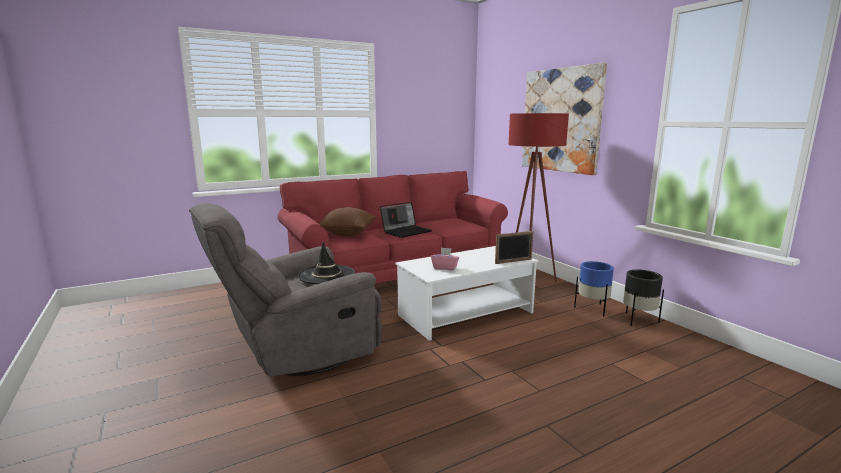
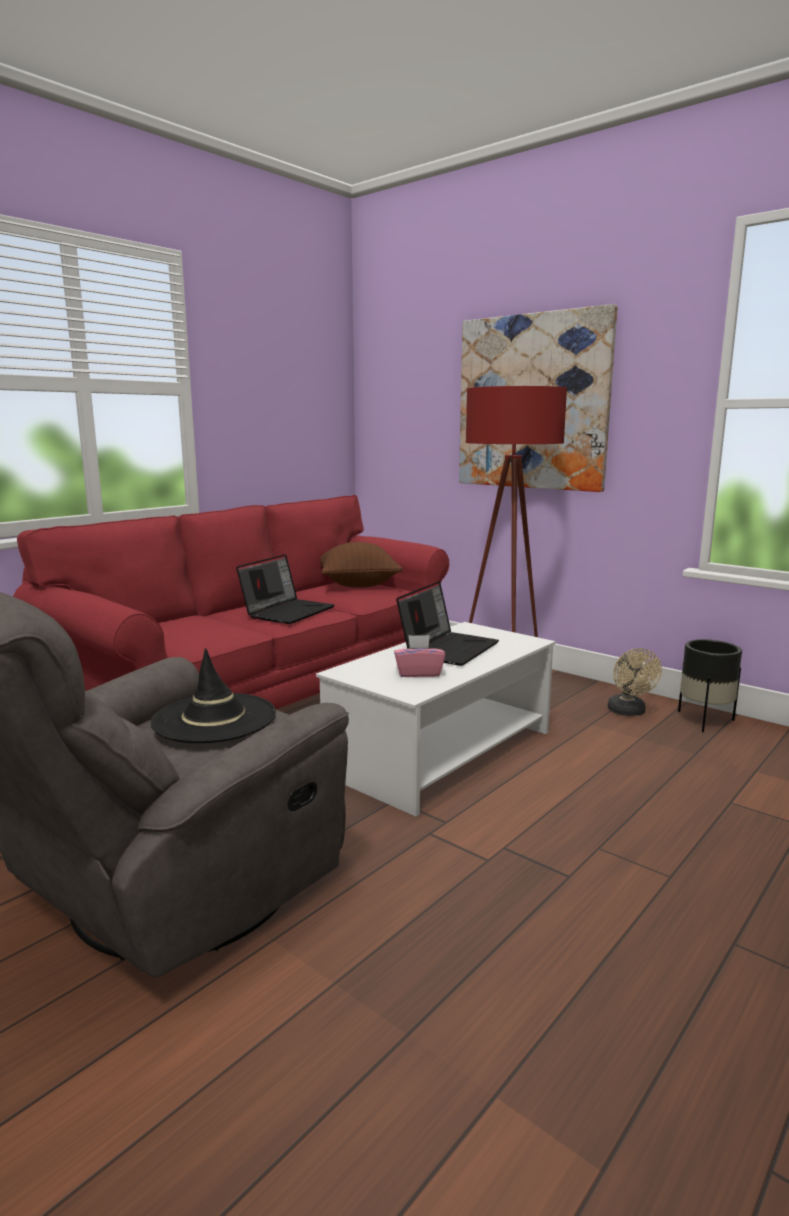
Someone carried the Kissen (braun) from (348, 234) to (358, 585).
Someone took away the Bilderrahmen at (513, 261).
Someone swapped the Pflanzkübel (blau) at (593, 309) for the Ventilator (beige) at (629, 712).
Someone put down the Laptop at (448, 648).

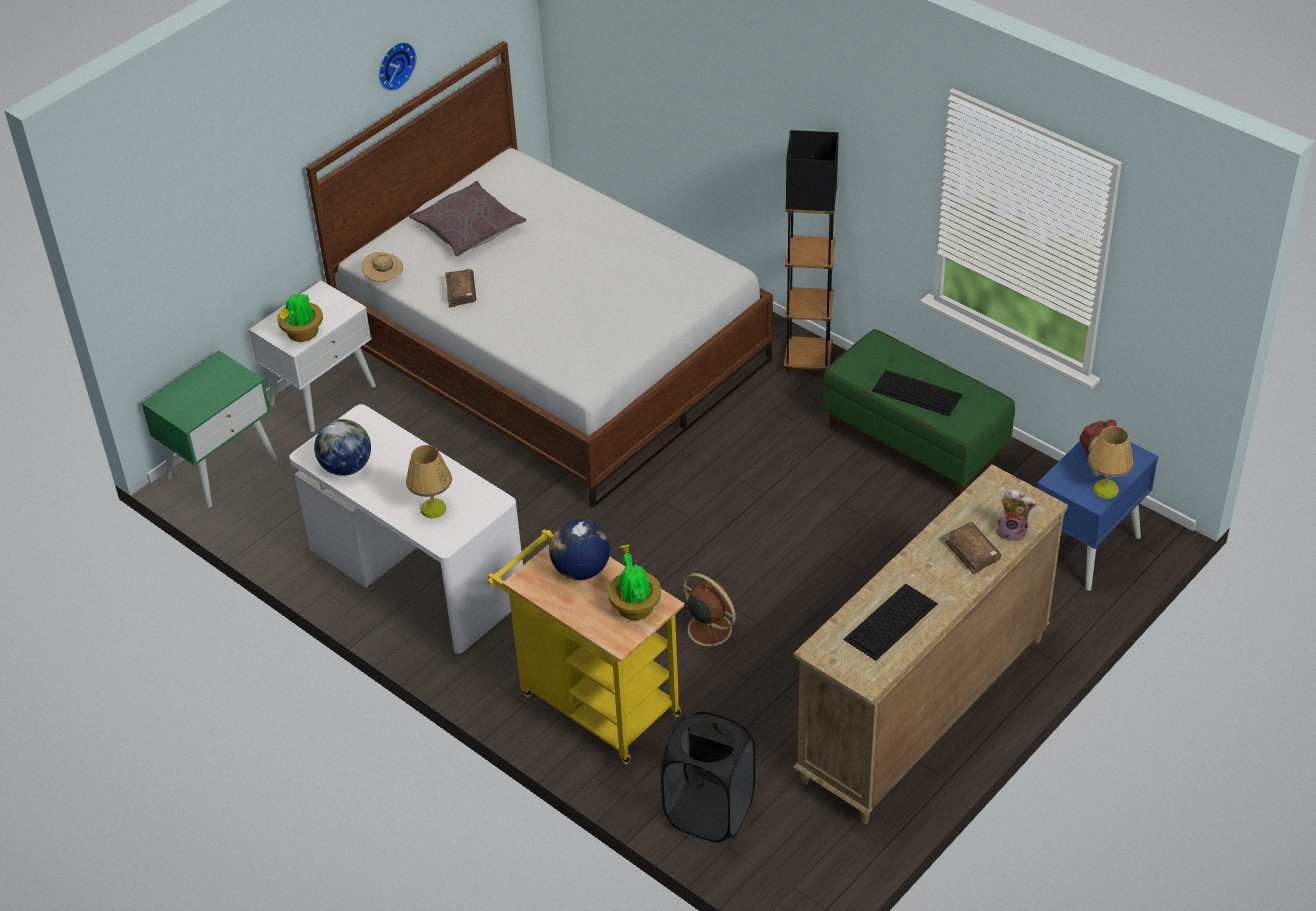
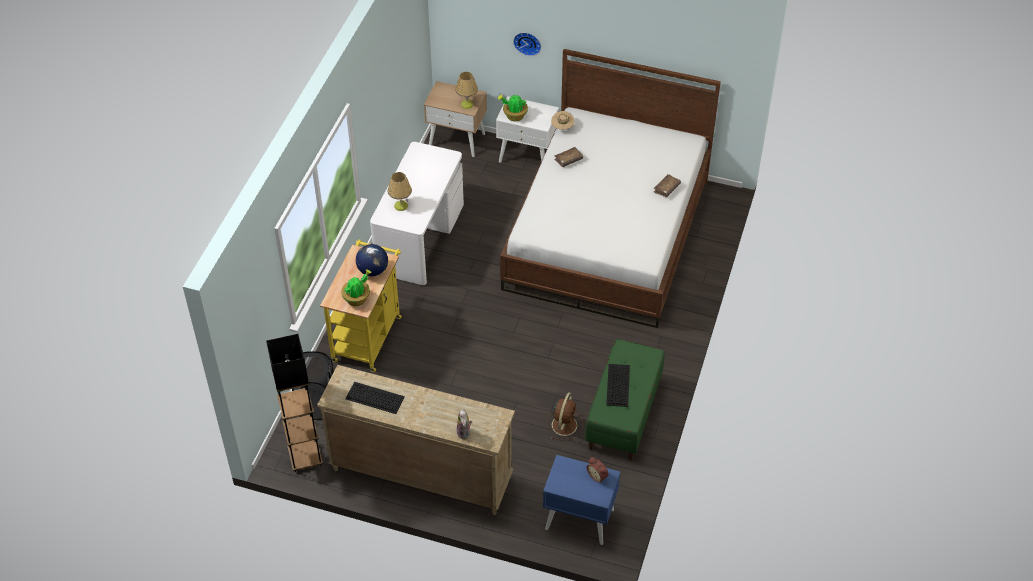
Someone carried the Wanduhr from (394, 65) to (527, 42).
Someone carried the Stehlampe (schwarz) from (808, 359) to (305, 458).
Someone took away the Kissen (grau) at (468, 228).
Someone repainted the Nachttisch (grün) at (222, 467), which became the Nachttisch (beige) at (457, 140).
Someone took away the Globus at (346, 467).
Someone carried the Tischlampe from (1106, 489) to (467, 104).
Someone carried the Buch (braun) from (972, 552) to (667, 188).
Someone carried the Ventilator (braun) from (708, 628) to (564, 424).

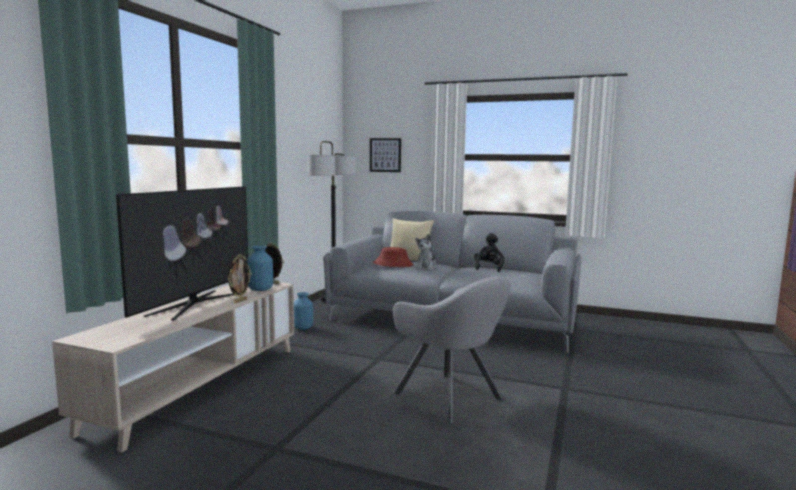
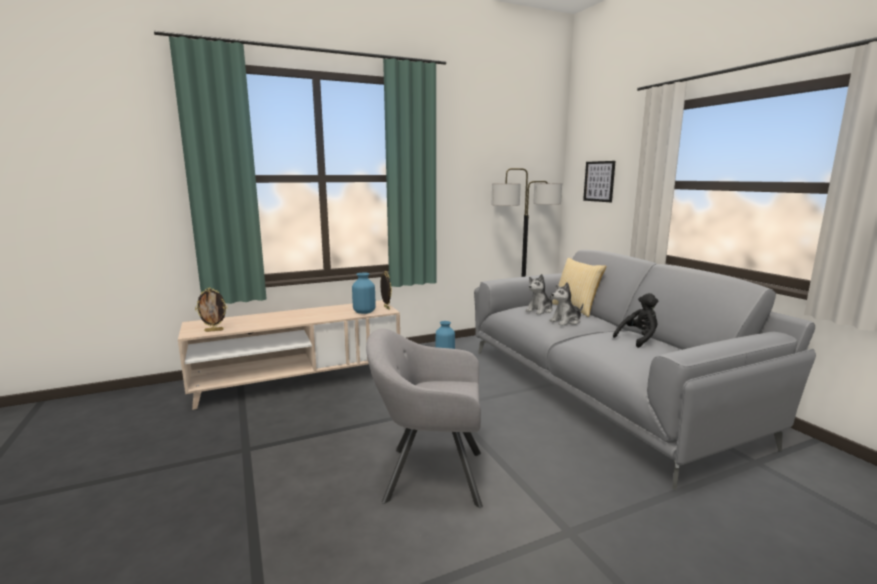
Someone took away the Fernseher at (195, 304).
Someone swapped the Hut (rot) at (393, 264) for the Plüschtier at (540, 310).
Someone carried the Bilderrahmen from (240, 301) to (214, 330).
Someone rotated the Sessel (grau) at (451, 398) by 90 degrees clockwise.

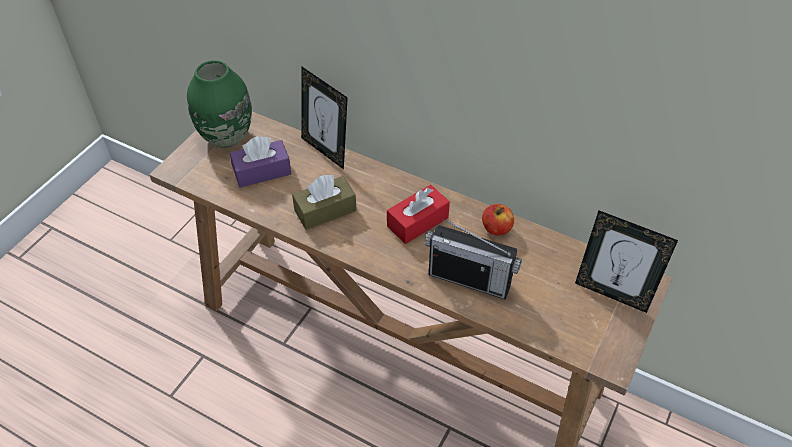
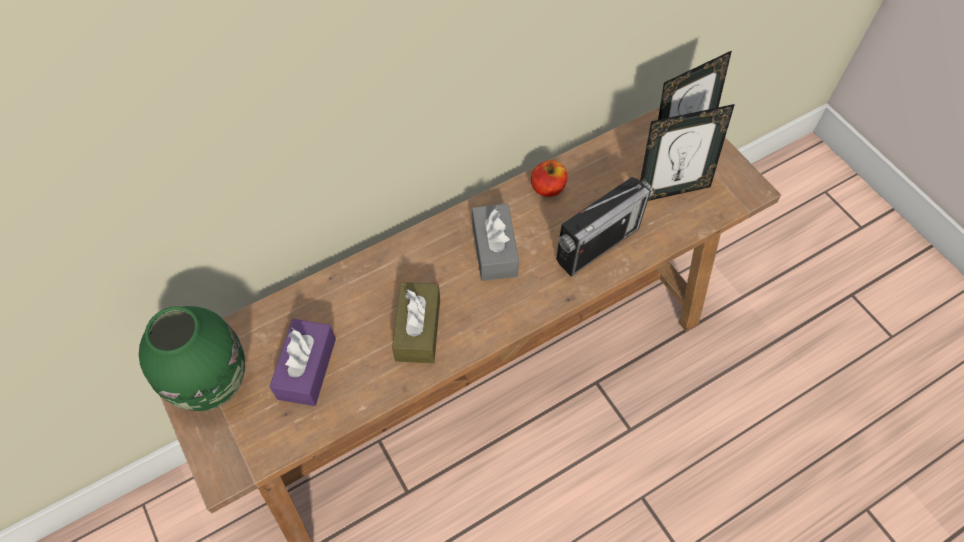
Someone carried the Bilderrahmen from (326, 150) to (671, 190).
Someone repainted the Taschentuchbox (rot) at (417, 222), which became the Taschentuchbox (grau) at (494, 250).

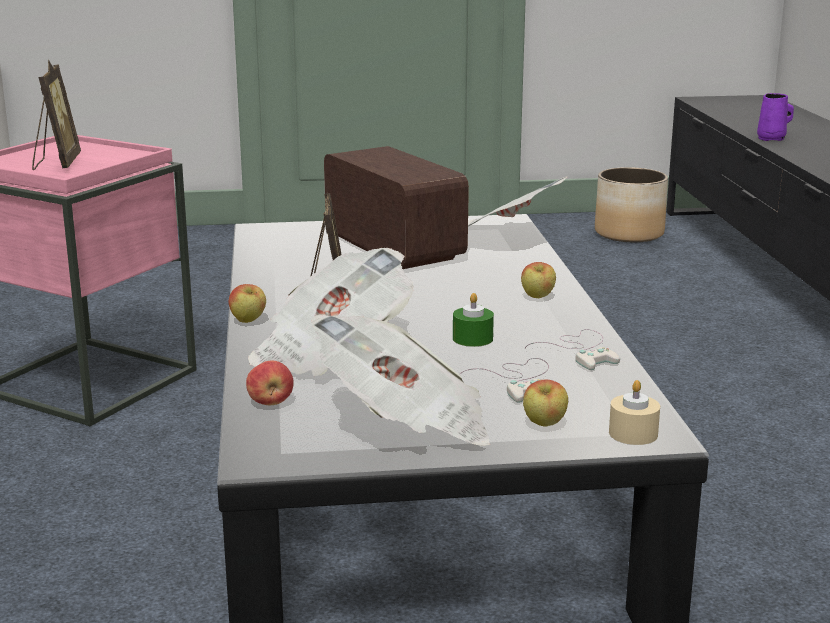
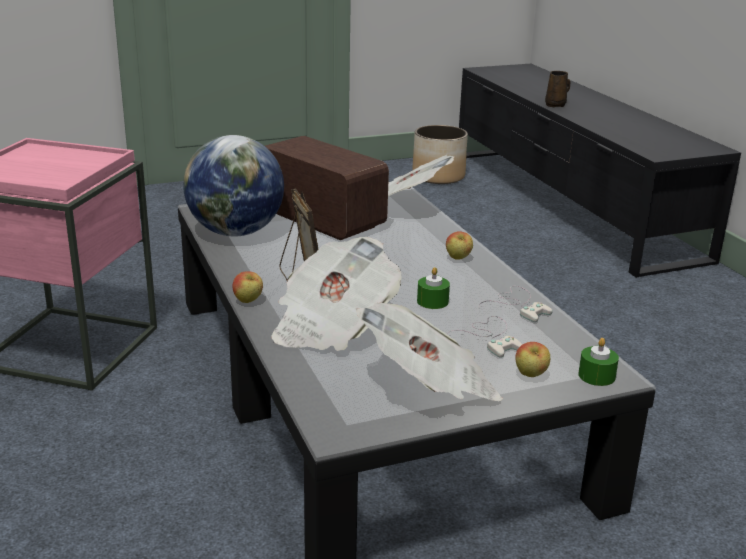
Someone took away the Bilderrahmen at (56, 164).
Someone repainted the Henkelbecher (lila) at (772, 139), which became the Henkelbecher (braun) at (556, 105).
Someone took away the Apfel at (270, 402).
Someone repainted the Kerze (beige) at (633, 433), which became the Kerze (grün) at (596, 376).
Someone put down the Globus at (235, 232).

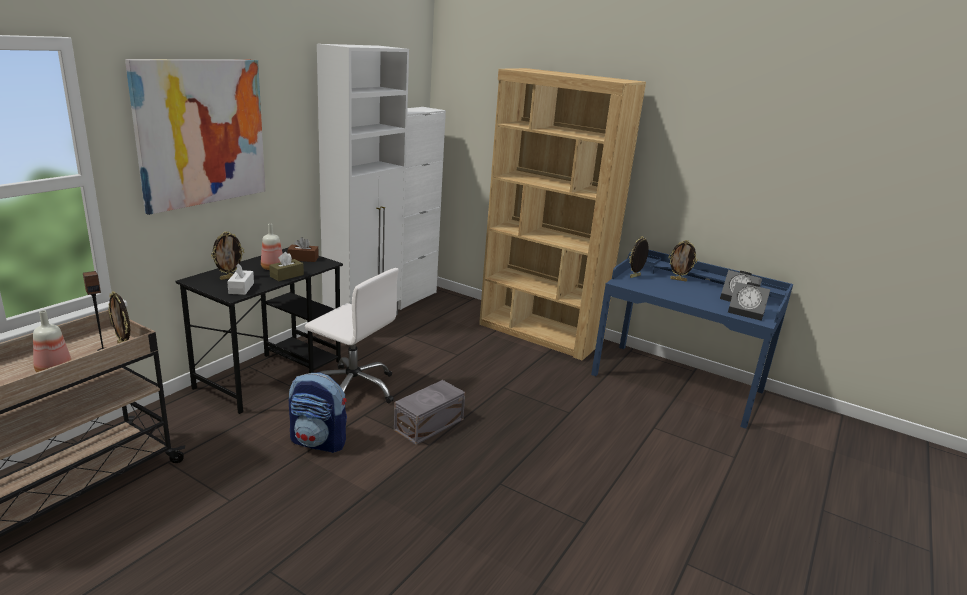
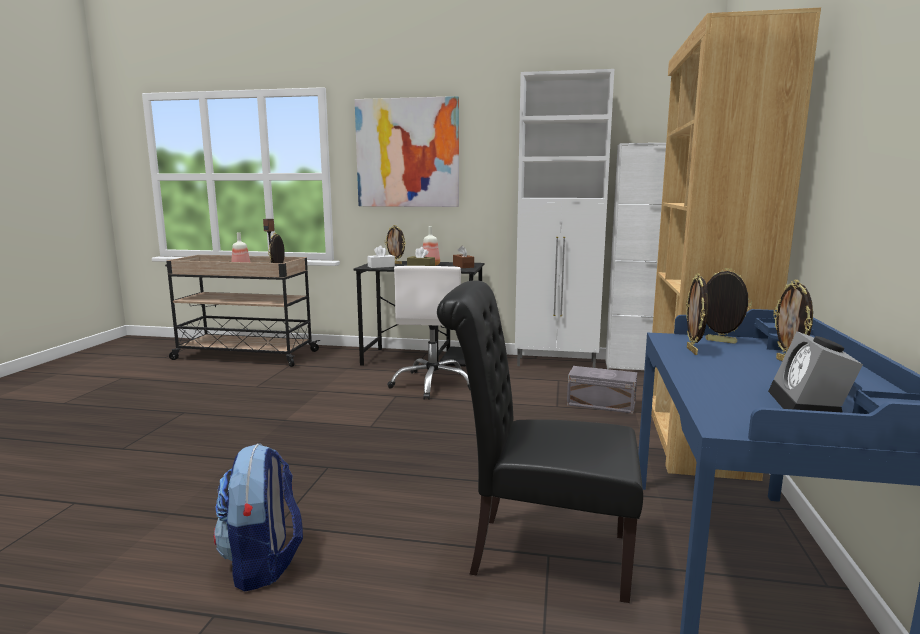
Someone took away the Wecker at (747, 312).
Someone carried the Rucksack from (319, 442) to (263, 563).
Someone carried the Aufbewahrungsbox (grau) from (430, 424) to (602, 404).
Someone put down the Bilderrahmen at (693, 351).
Someone put down the Stuhl (schwarz) at (539, 553).

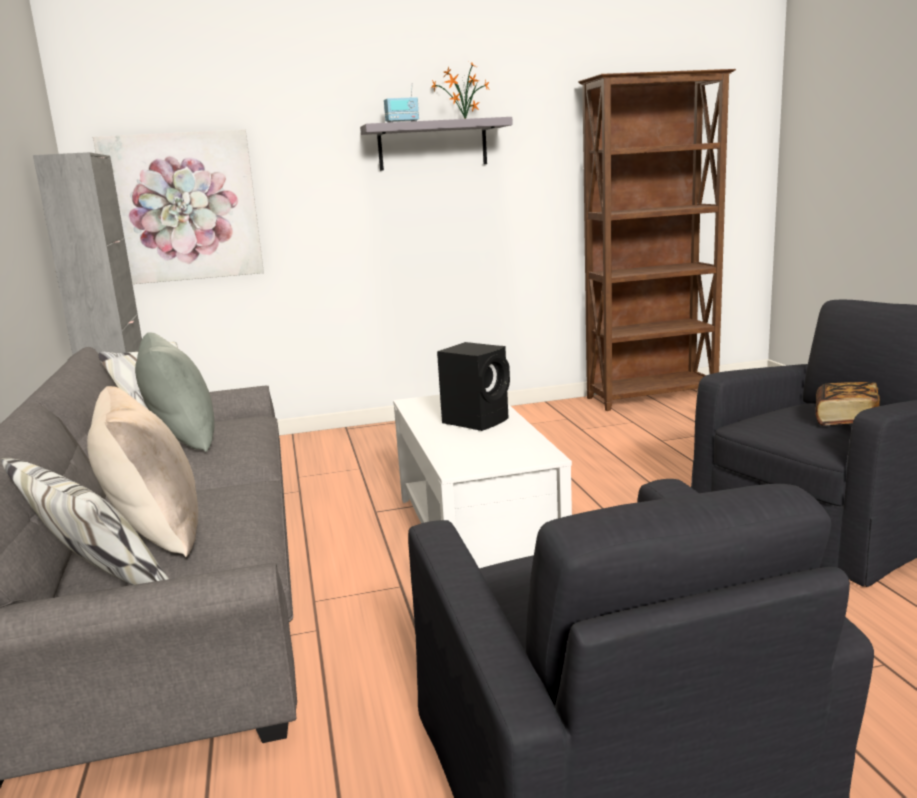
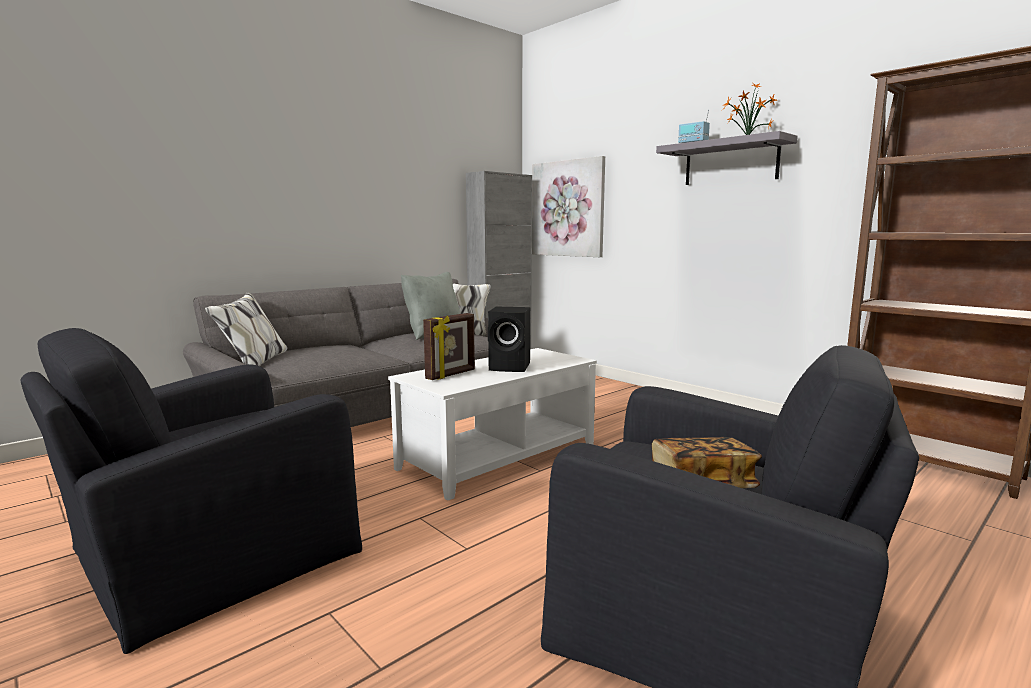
Someone took away the Kissen (beige) at (155, 532).
Someone put down the Bilderrahmen at (451, 375).

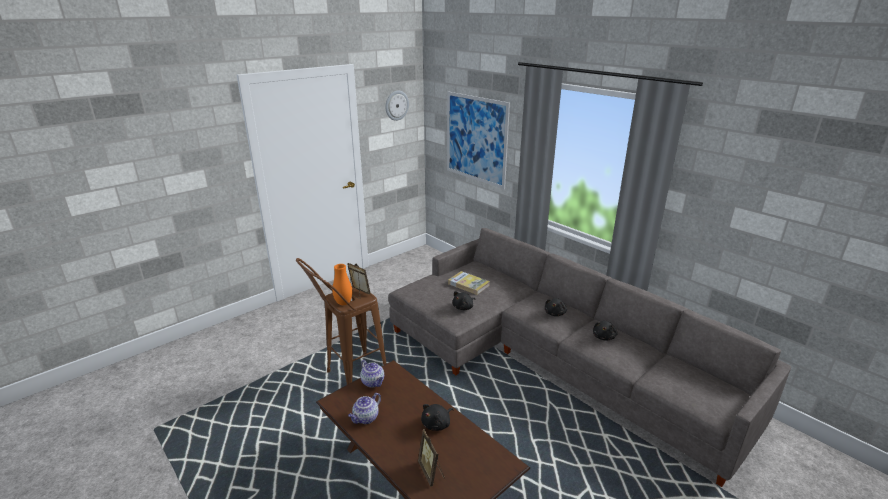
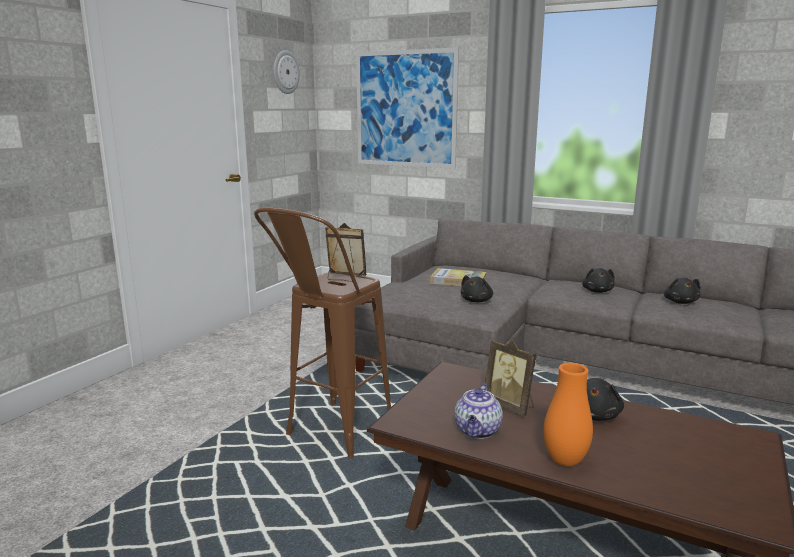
Someone carried the Vase (orange) from (343, 303) to (565, 461).
Someone took away the Teekanne at (373, 382).
Someone carried the Bilderrahmen from (431, 472) to (510, 406).

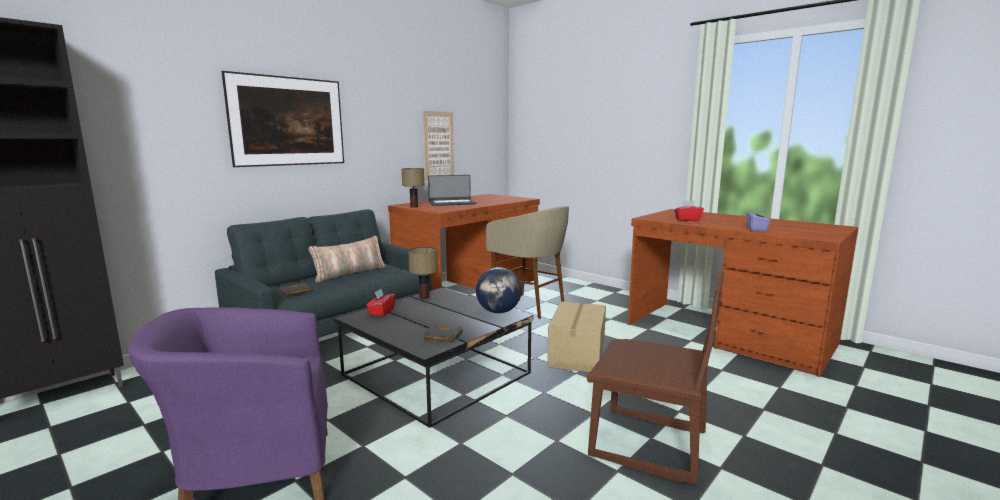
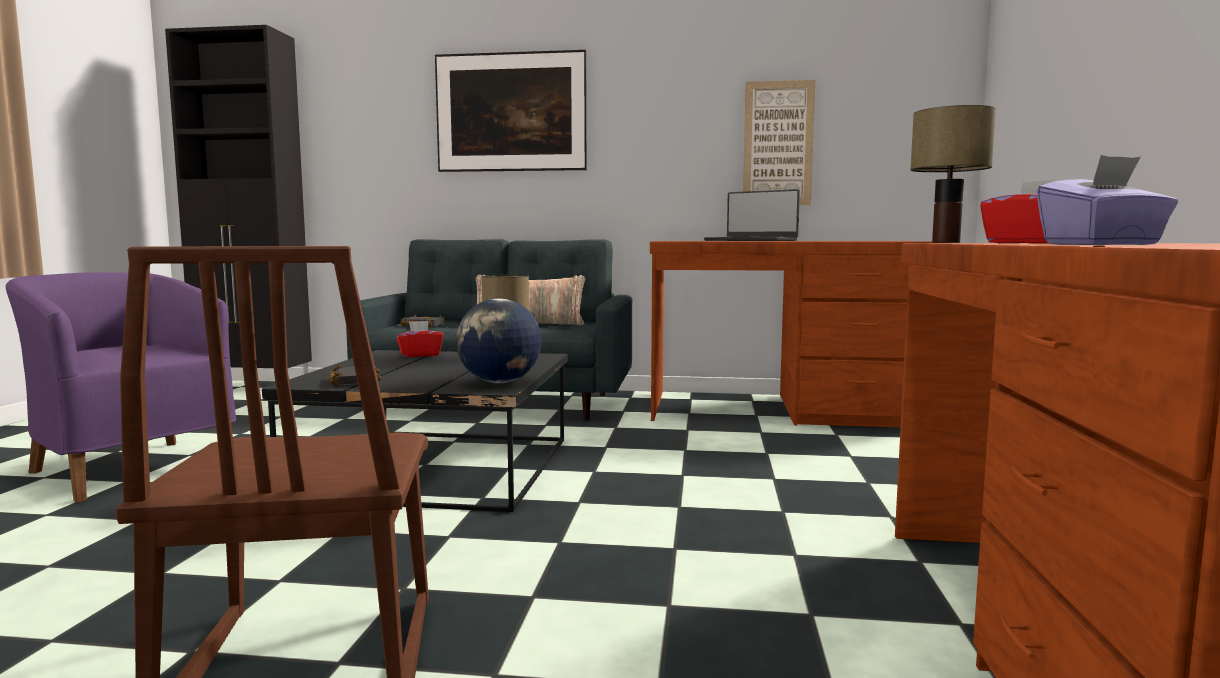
Someone carried the Tischlampe from (414, 207) to (947, 242).
Someone took away the Hocker (beige) at (529, 306).
Someone took away the Karton at (576, 354).

